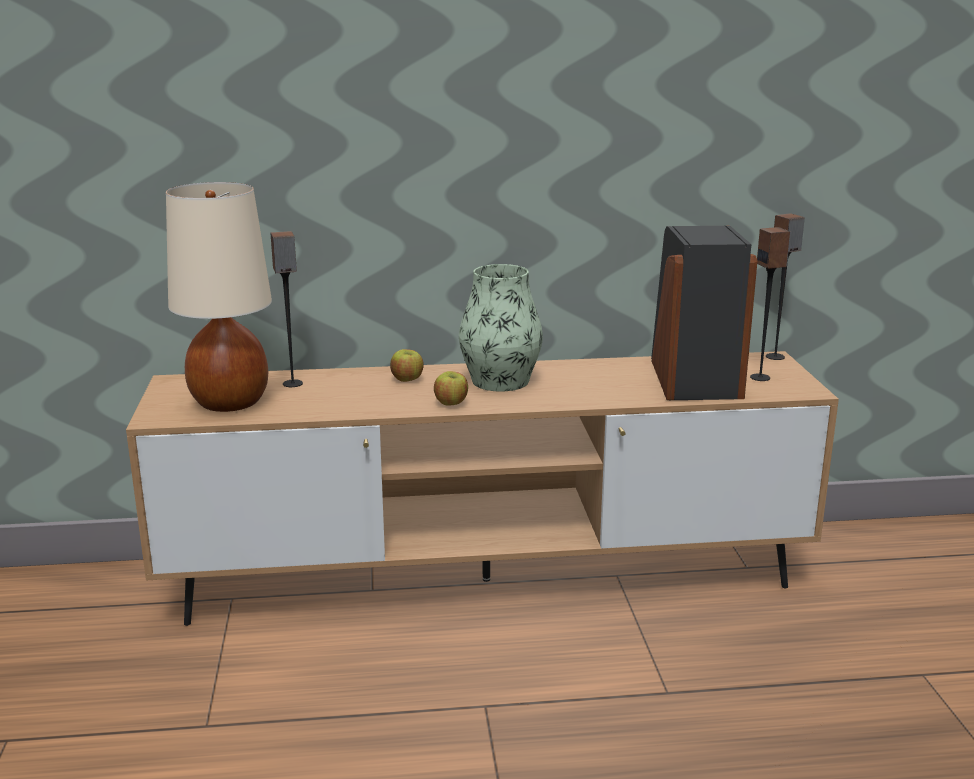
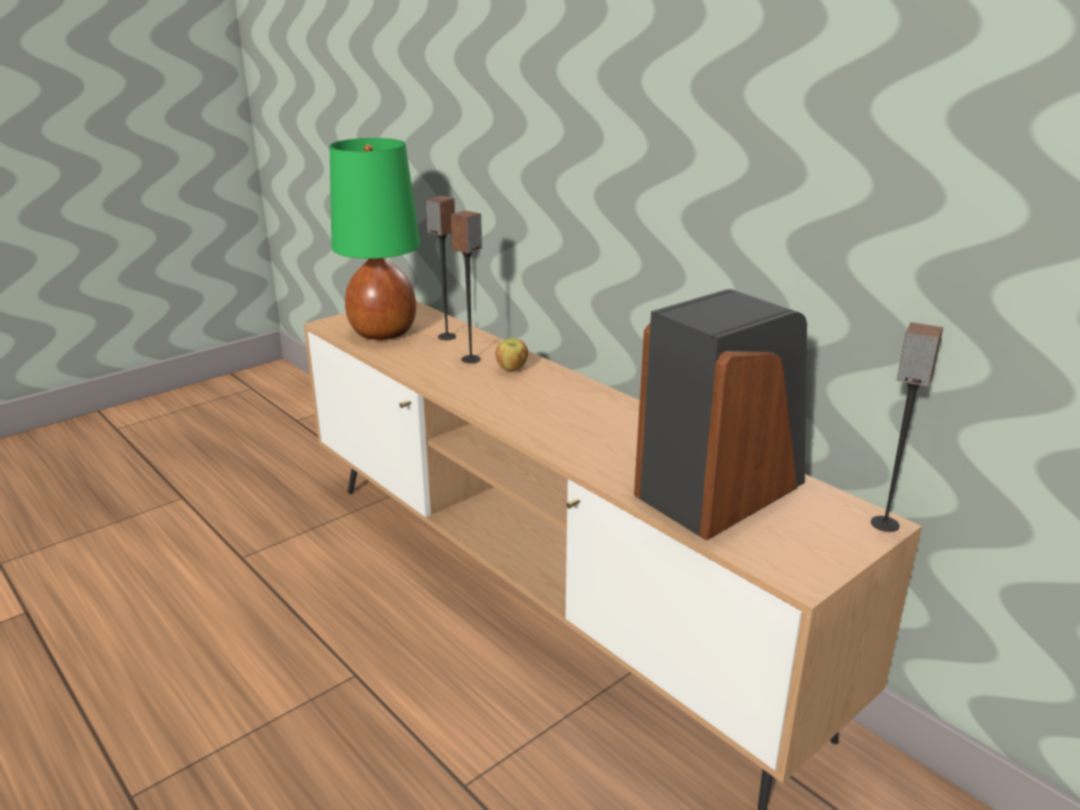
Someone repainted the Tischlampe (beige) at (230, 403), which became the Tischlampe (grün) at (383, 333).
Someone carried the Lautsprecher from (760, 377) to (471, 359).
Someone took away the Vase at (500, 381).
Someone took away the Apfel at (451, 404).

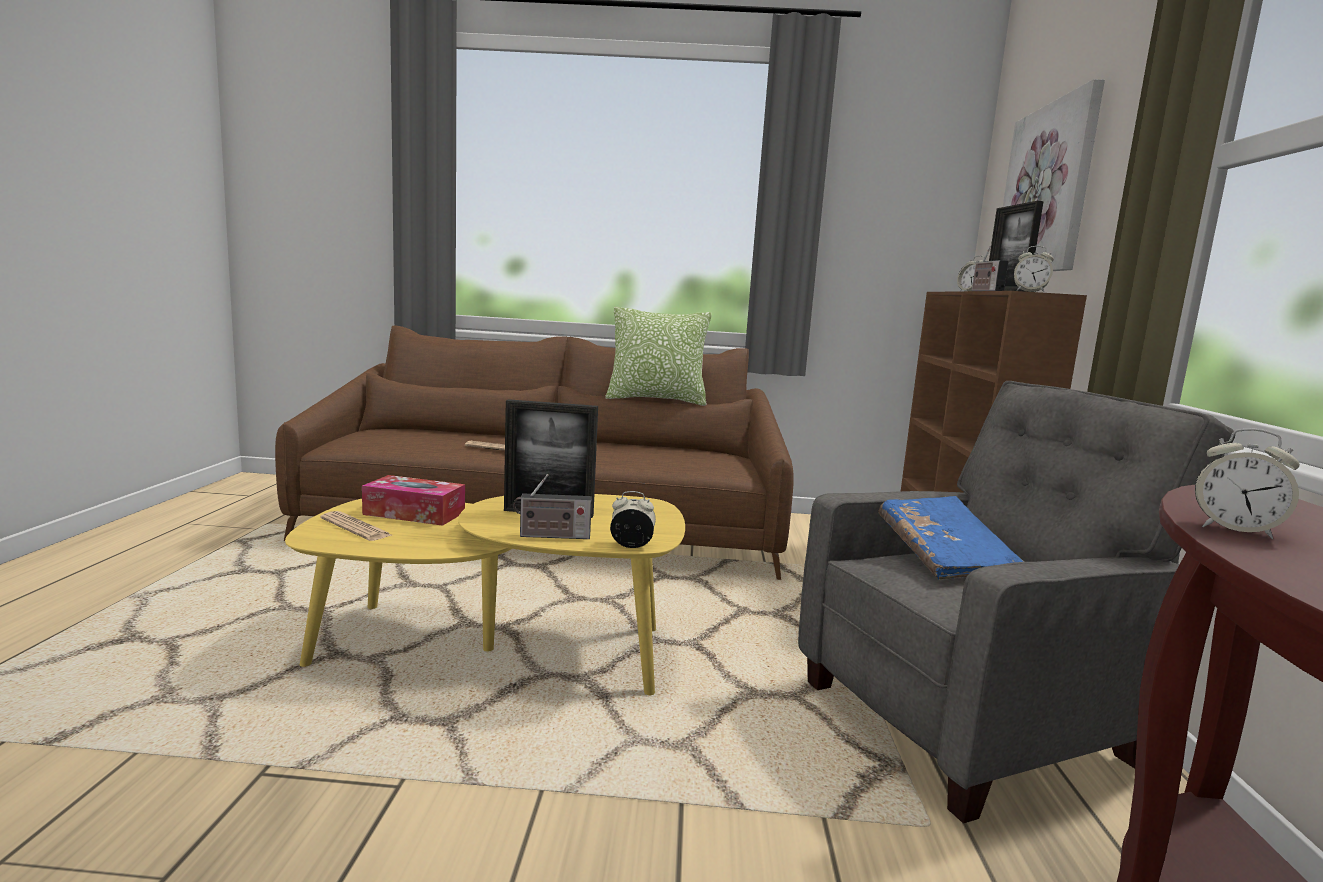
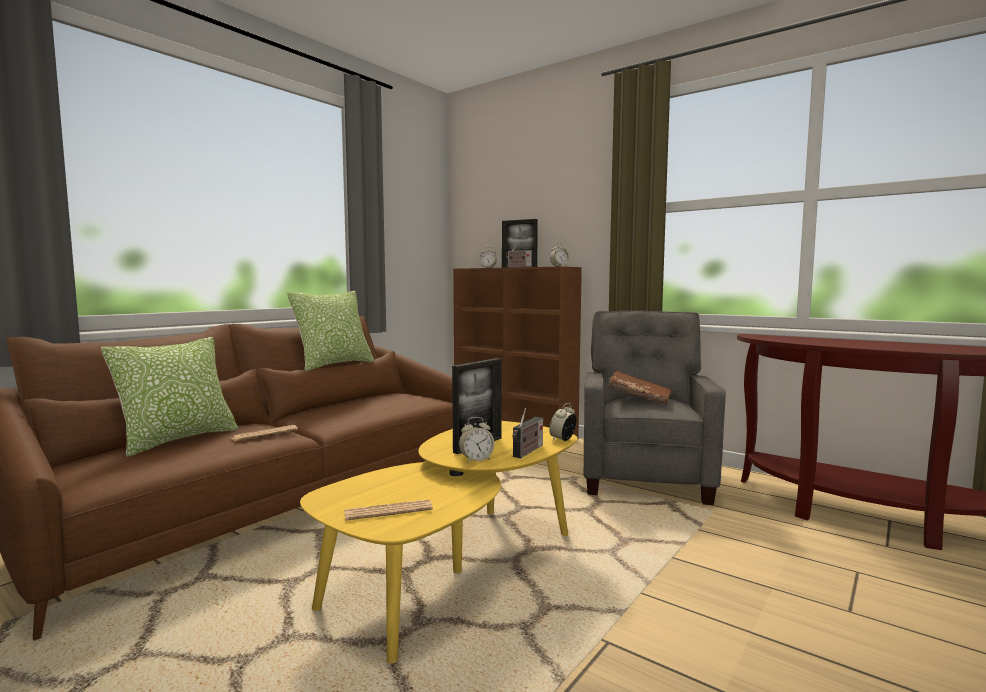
Someone took away the Bild at (1048, 190).
Someone carried the Wecker from (1234, 530) to (476, 460).
Someone took away the Taschentuchbox at (414, 513).
Someone repainted the Buch (blau) at (944, 557), which became the Buch (braun) at (639, 398).
Someone put down the Kissen at (178, 440).

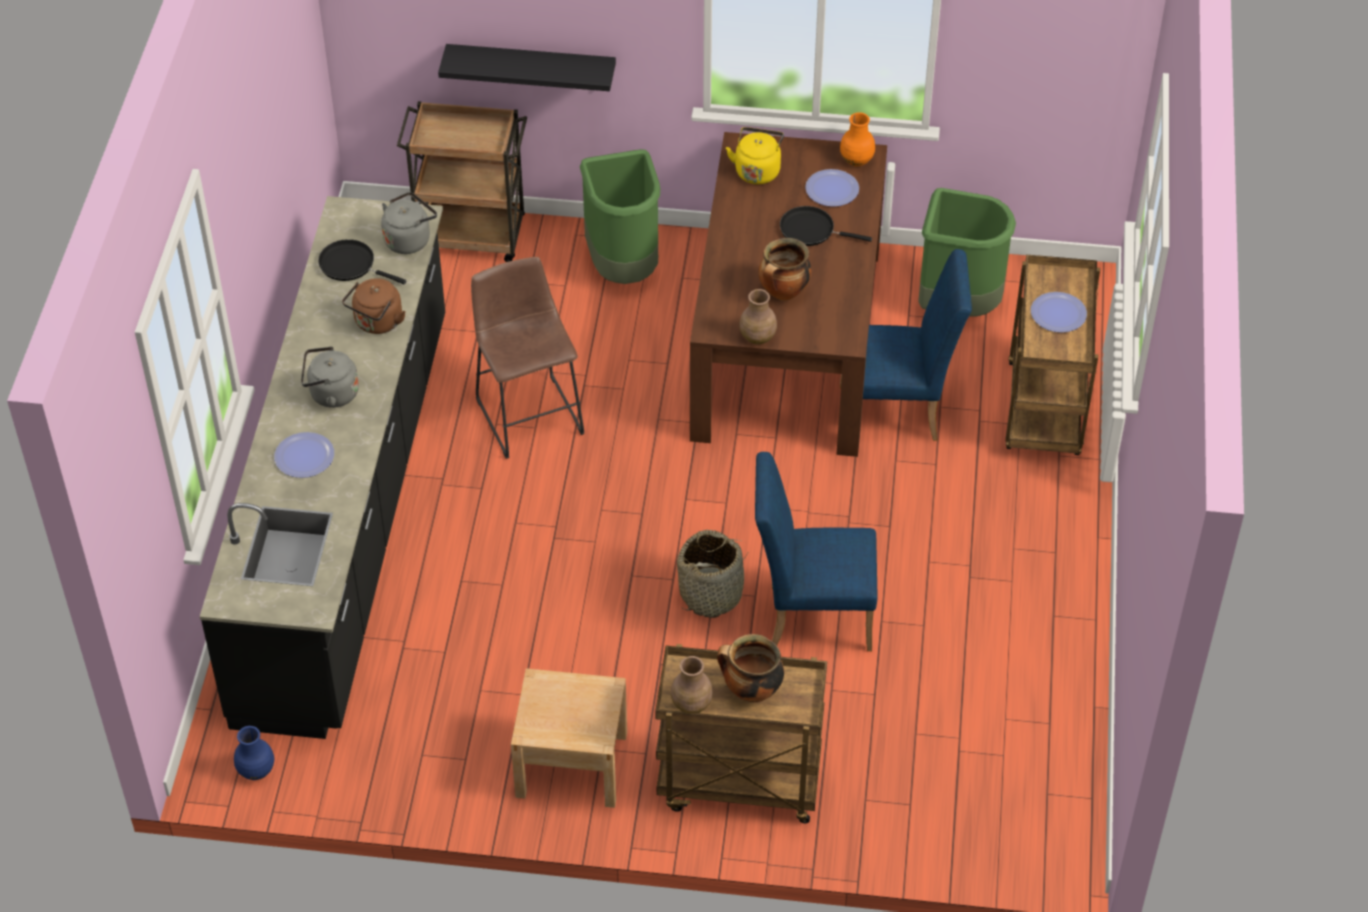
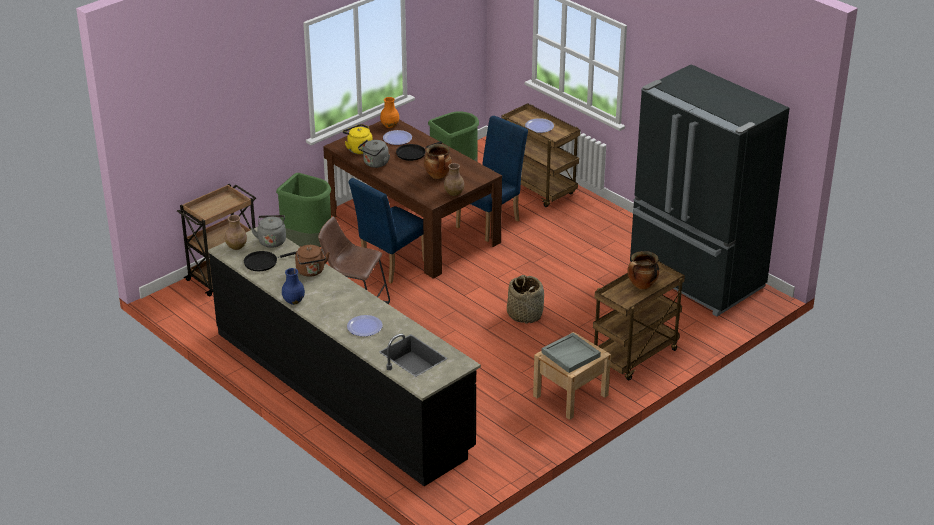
Someone took away the Wandregal (schwarz) at (531, 67).
Someone carried the Wasserkessel (grau) from (331, 394) to (375, 164).
Someone carried the Stuhl (blau) from (810, 616) to (389, 266).
Someone carried the Vase (braun) from (692, 704) to (237, 246).
Someone carried the Vase (blau) from (255, 770) to (293, 301).
Someone put down the Kühlschrank (schwarz) at (695, 279).
Someone put down the Tablett (grau) at (570, 354).

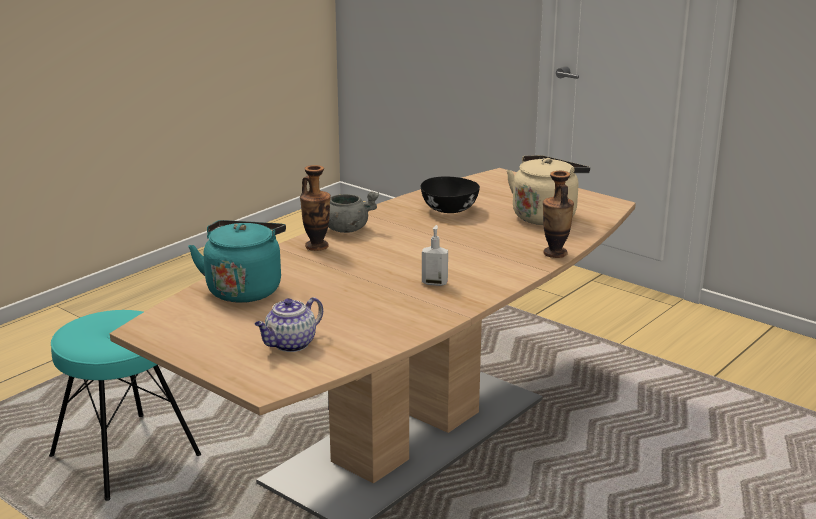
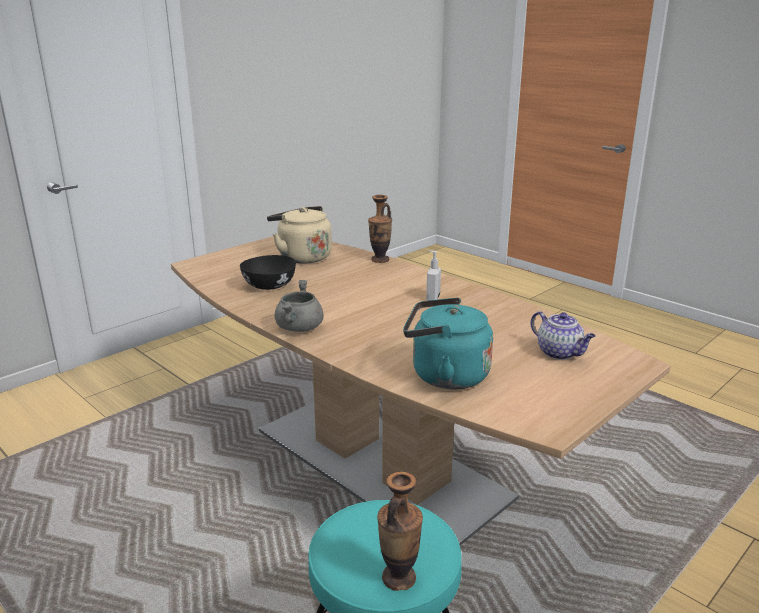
Someone carried the Vase from (317, 246) to (399, 578).

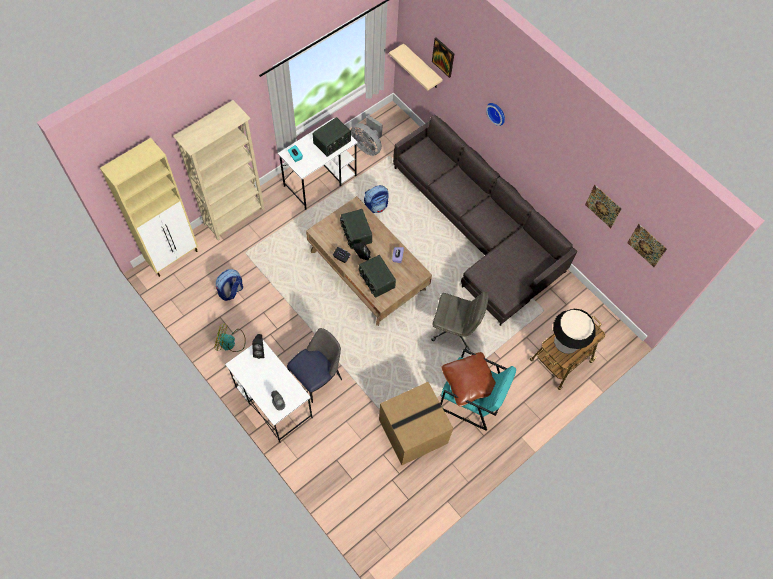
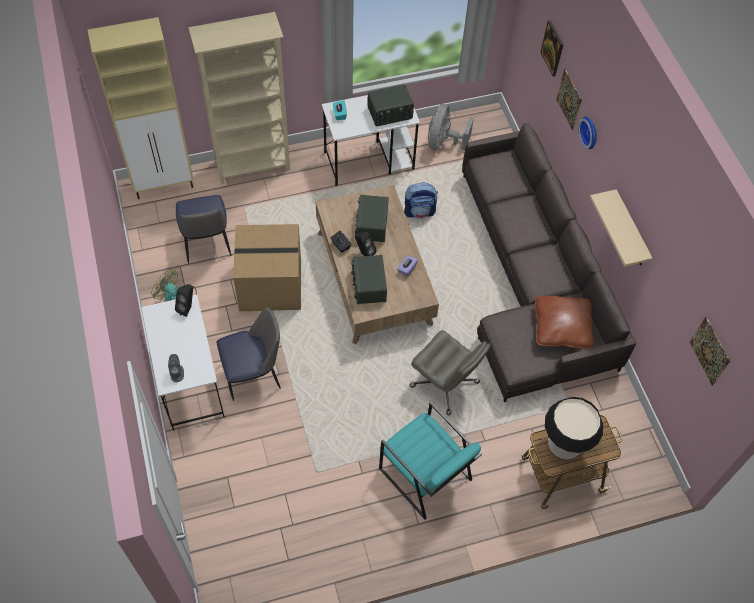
Someone carried the Wandregal (beige) from (422, 67) to (630, 230).
Someone rotated the Ventilator (grau) at (367, 146) by 45 degrees clockwise.
Someone carried the Bild from (603, 206) to (569, 99).
Someone swapped the Rucksack at (231, 291) for the Stuhl at (206, 243).
Someone carried the Kissen (braun) from (468, 382) to (561, 328).
Someone carried the Karton from (412, 432) to (269, 285).

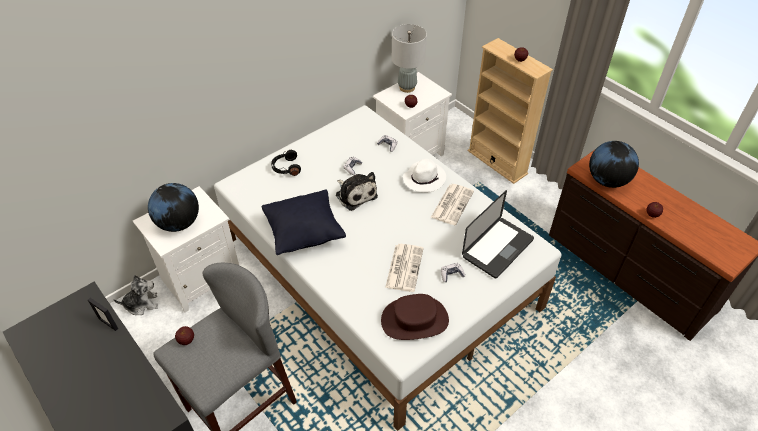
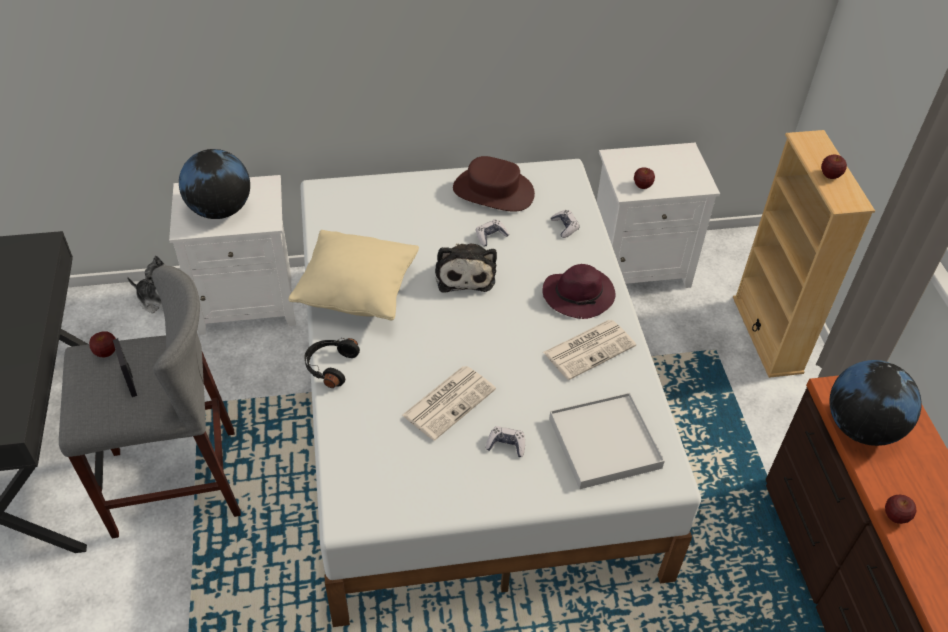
Someone took away the Tischlampe (grau) at (407, 88).
Someone carried the Kopfhörer (schwarz) from (286, 168) to (330, 366).
Someone repainted the Hut (weiß) at (424, 178), which became the Hut (lila) at (579, 295).
Someone repainted the Kissen (schwarz) at (304, 233), which became the Kissen (beige) at (357, 294).
Someone swapped the Laptop at (497, 248) for the Tablett (weiß) at (604, 443).
Someone carried the Hut (braun) from (414, 320) to (493, 192).
Someone carried the Bilderrahmen from (108, 323) to (131, 383).

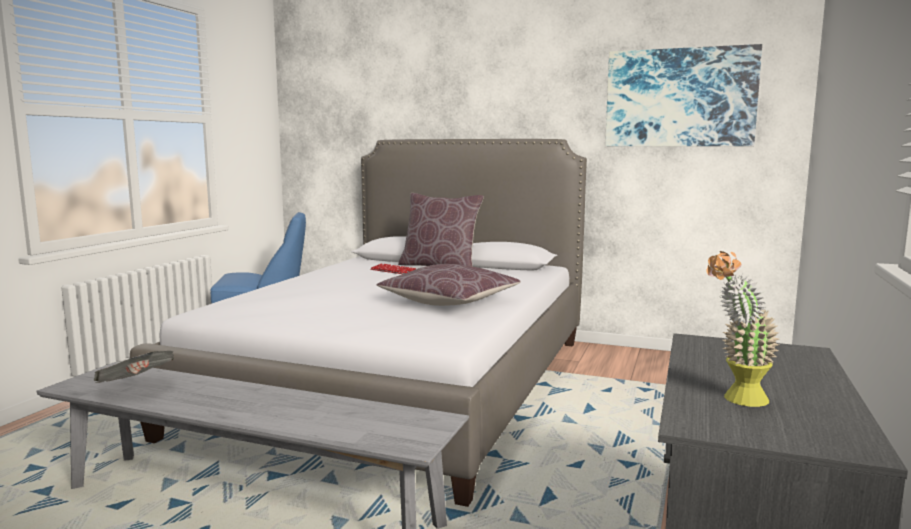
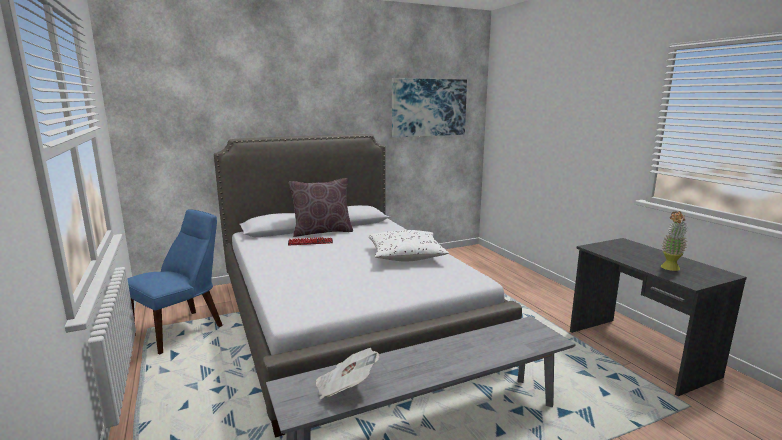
Someone repainted the Kissen (braun) at (449, 301), which became the Kissen (weiß) at (406, 256).

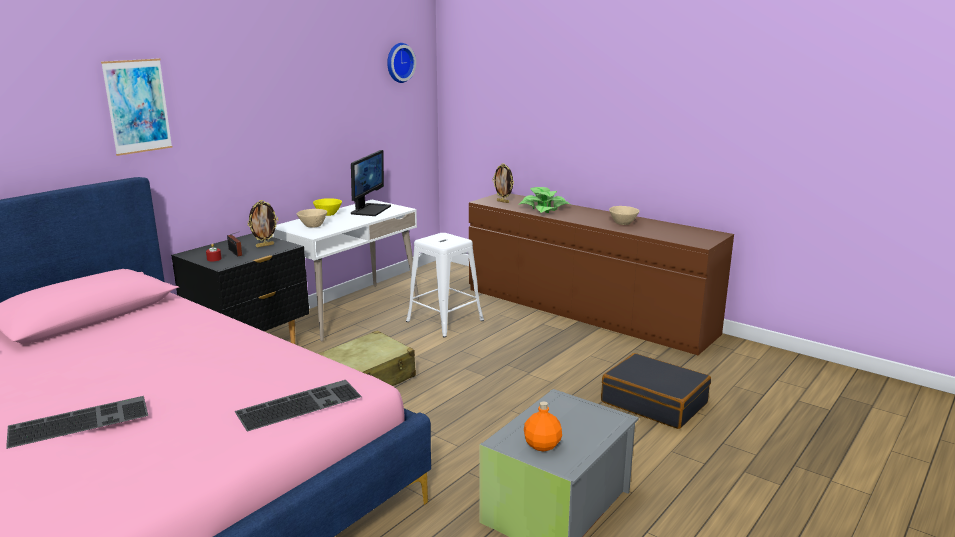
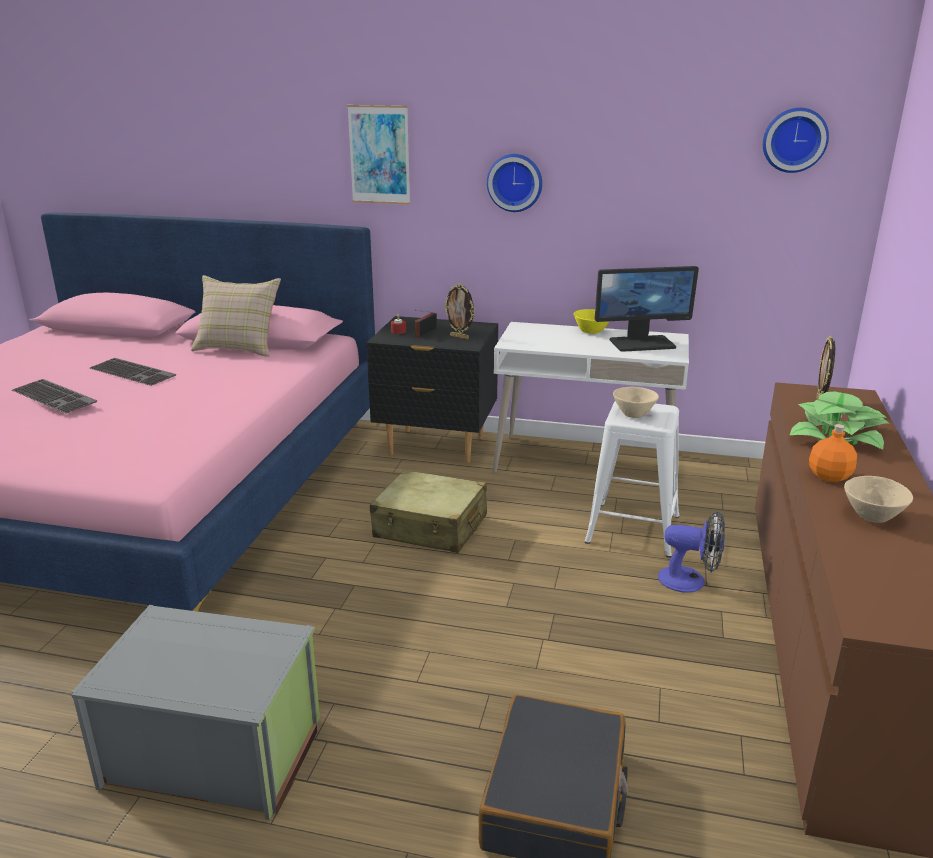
Someone carried the Schüssel (beige) from (313, 225) to (635, 414).
Someone carried the Tastatur from (300, 403) to (134, 371).
Someone carried the Flasche (orange) from (542, 445) to (830, 476).
Someone put up the Wanduhr at (515, 182).
Someone put down the Kissen (beige) at (239, 347).
Someone put down the Ventilator at (690, 581).

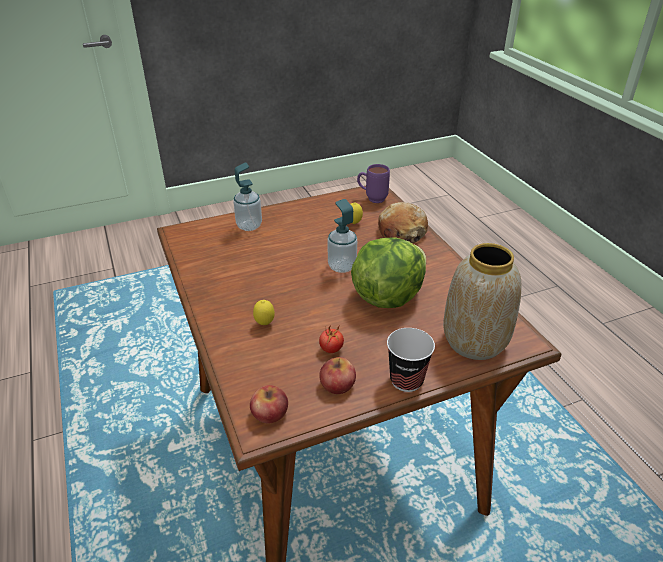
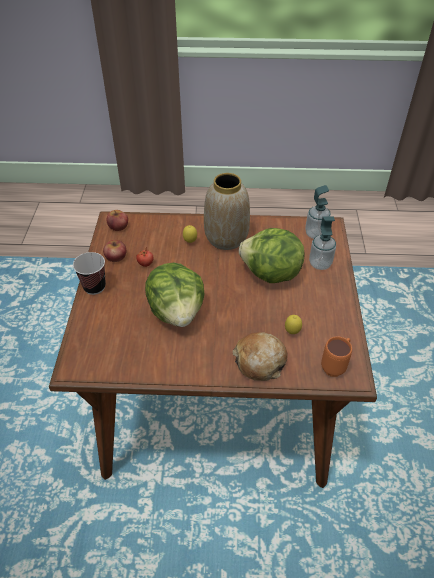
Someone repainted the Henkelbecher (lila) at (372, 199), which became the Henkelbecher (orange) at (335, 366).
Someone carried the Seifenspender from (342, 266) to (315, 234).
Someone carried the Vase from (475, 341) to (226, 238).
Someone put down the Salatkopf at (270, 274).

